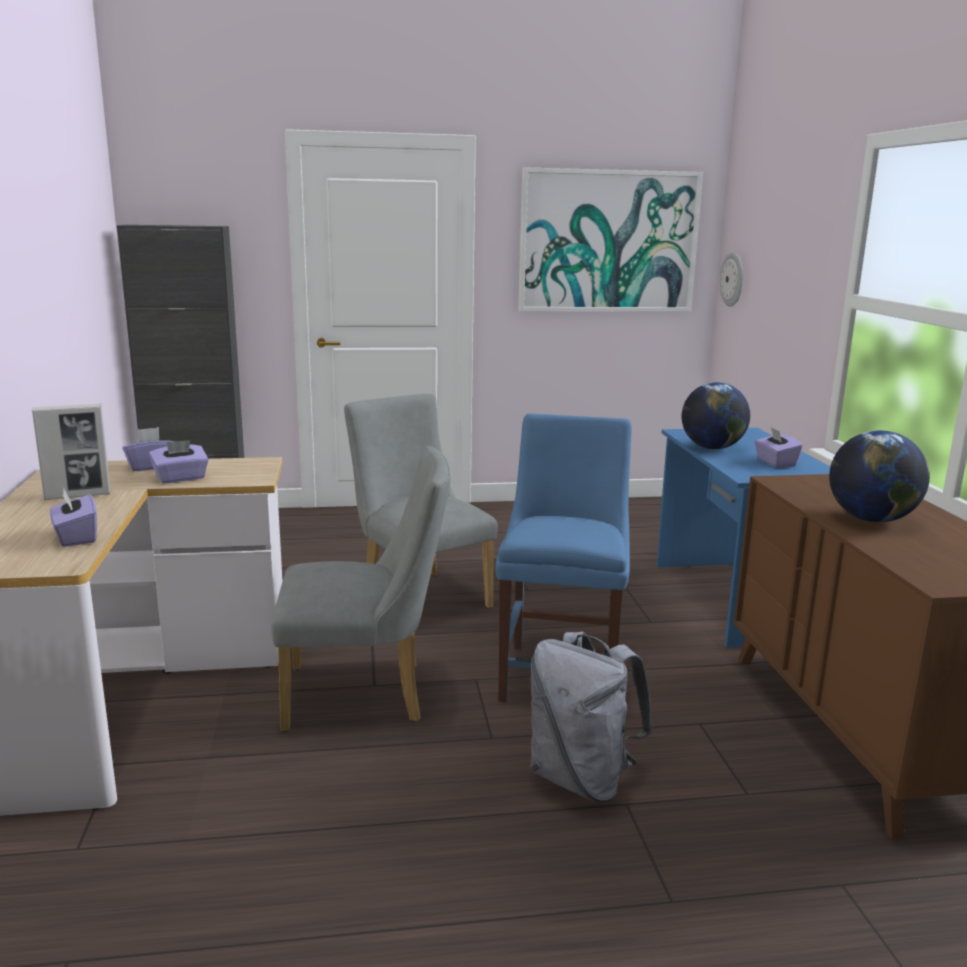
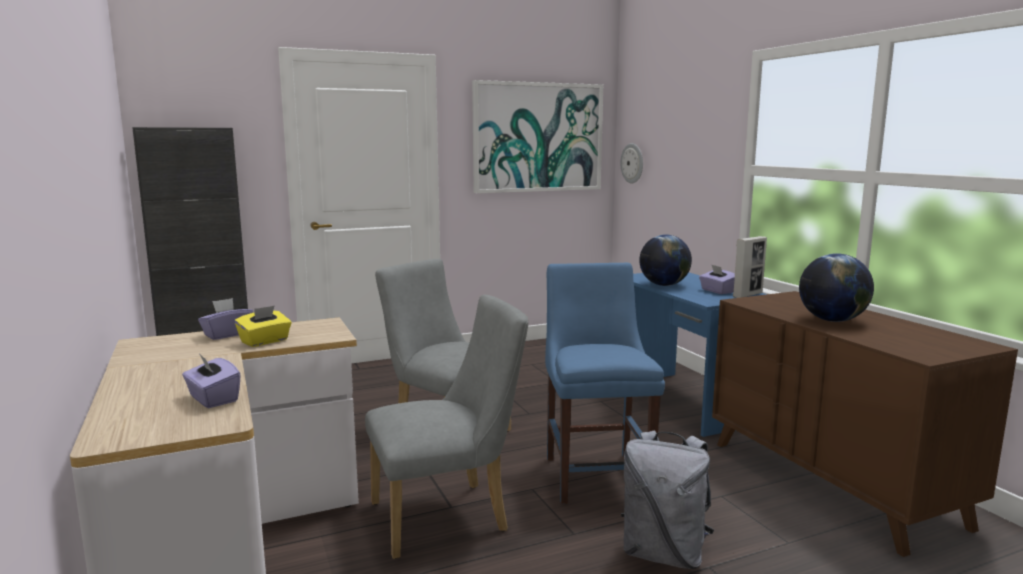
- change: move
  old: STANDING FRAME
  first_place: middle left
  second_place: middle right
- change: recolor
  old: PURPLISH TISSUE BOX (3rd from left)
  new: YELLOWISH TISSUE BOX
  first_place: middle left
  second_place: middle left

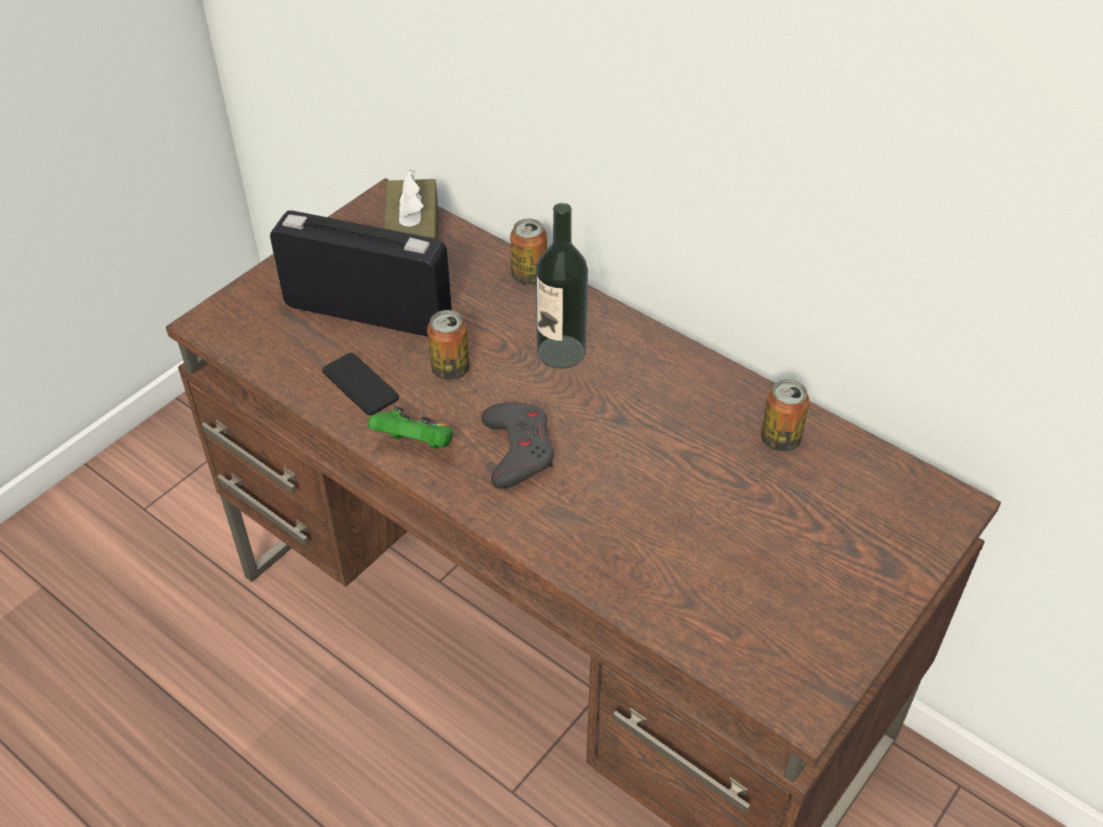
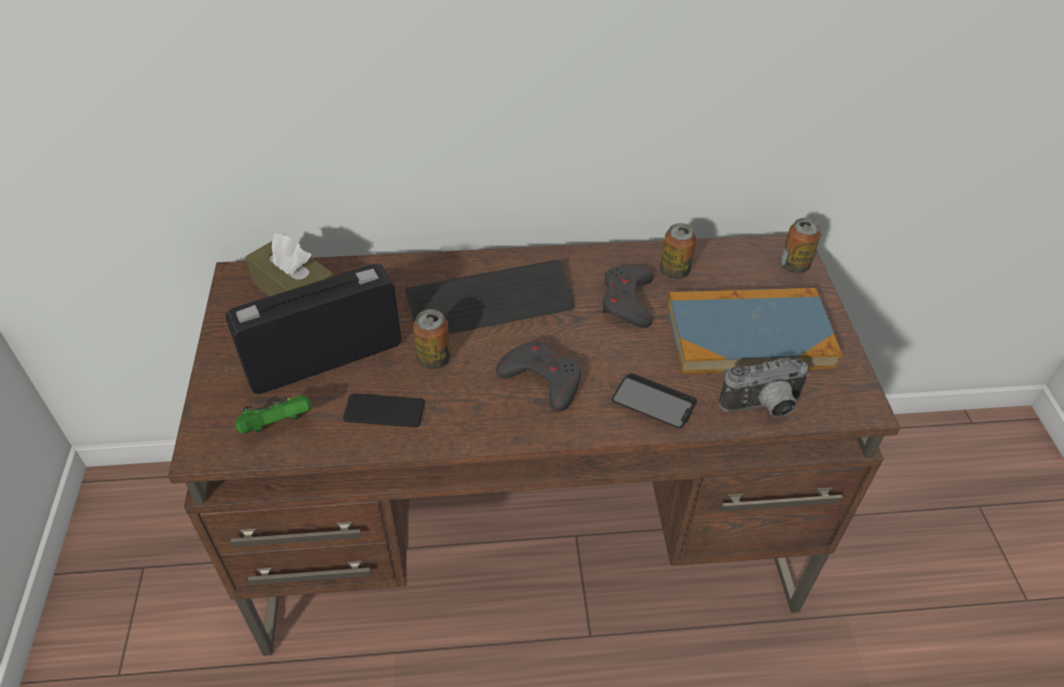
- change: replace
  old: BEVERAGE BOTTLE
  new: KEYBOARD
  first_place: centre
  second_place: centre
- change: move
  old: SEALED CAN (2nd from left in the first image)
  new: SEALED CAN (3rd from left)
  first_place: top centre
  second_place: middle right
- change: move
  old: GREEN GAME CONTROLLER
  first_place: centre
  second_place: middle left
- change: insert
  new: GREYISH GAME CONTROLLER (2nd from left)
  second_place: centre
- change: insert
  new: BOOK
  second_place: middle right
- change: insert
  new: STILL CAMERA
  second_place: middle right
- change: insert
  new: TELEPHONE (2nd from left)
  second_place: centre

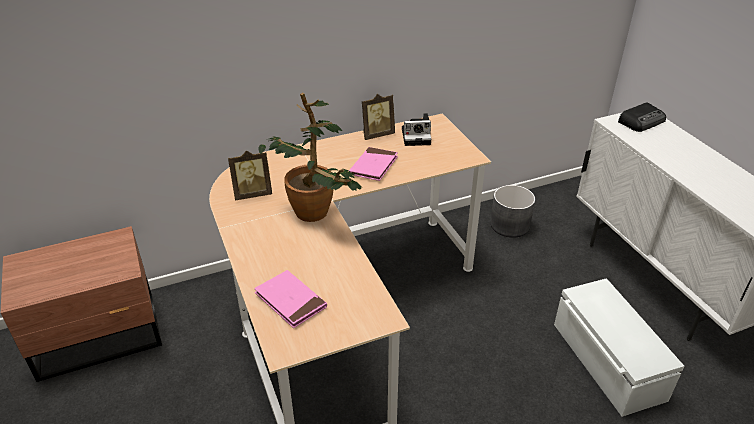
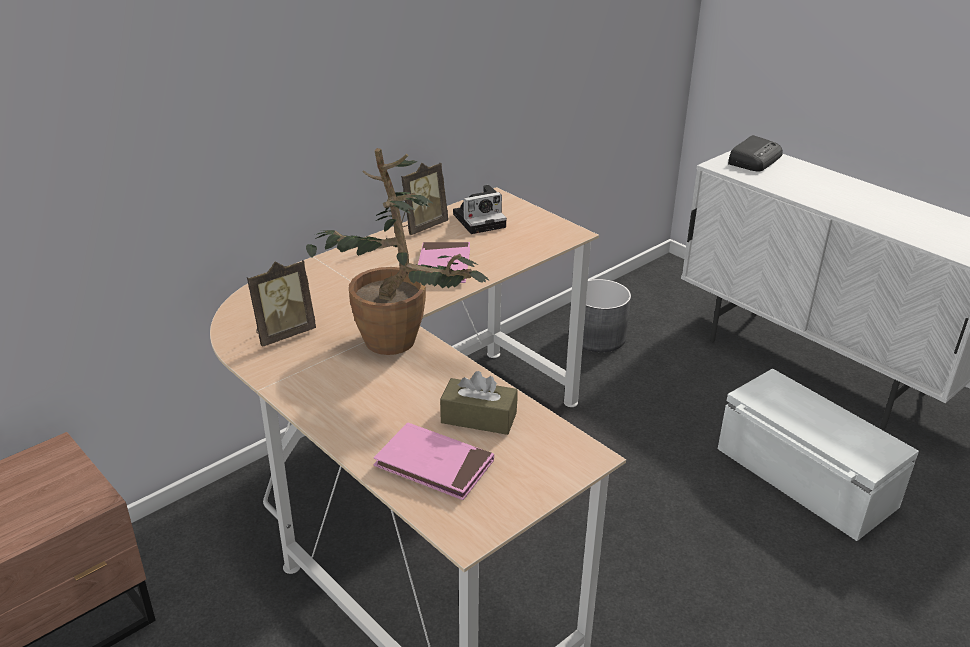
- change: insert
  new: BROWN TISSUE BOX
  second_place: centre

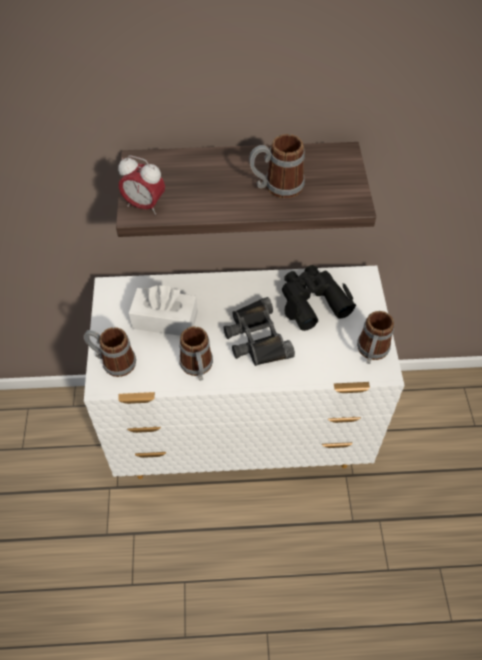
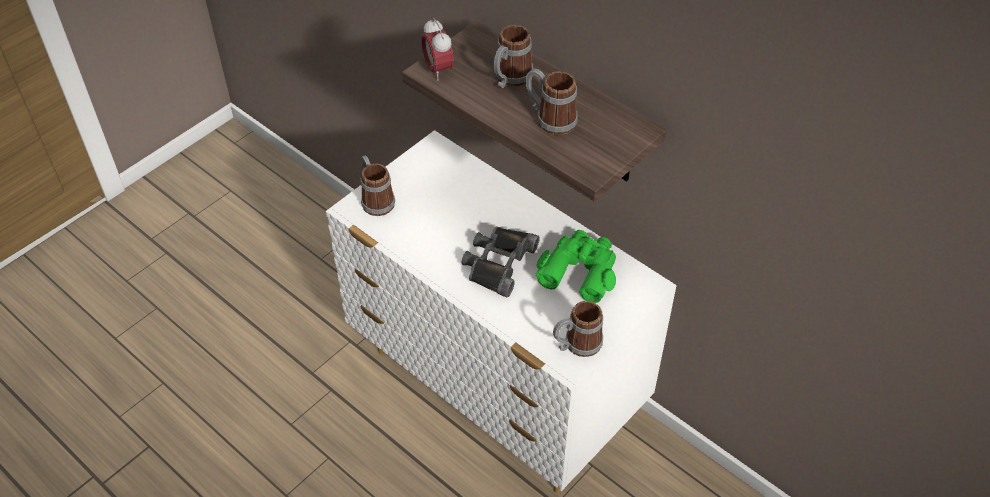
- change: recolor
  old: BLACK-COLOURED BINOCULARS (2nd from left)
  new: GREEN BINOCULARS
  first_place: centre
  second_place: centre
- change: delete
  old: WHITE-COLOURED TISSUE BOX
  first_place: centre
- change: move
  old: MUG (2nd from left)
  first_place: centre
  second_place: top centre

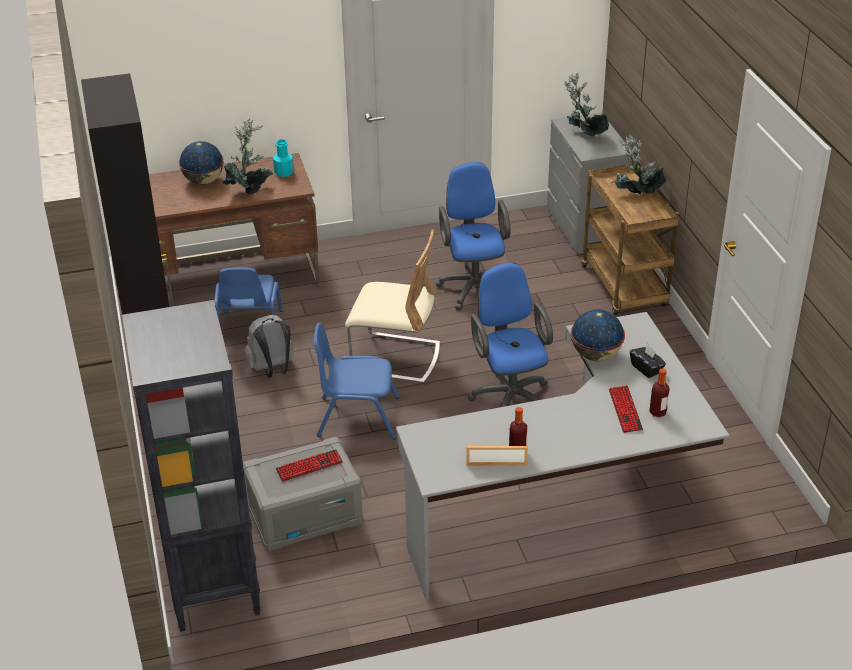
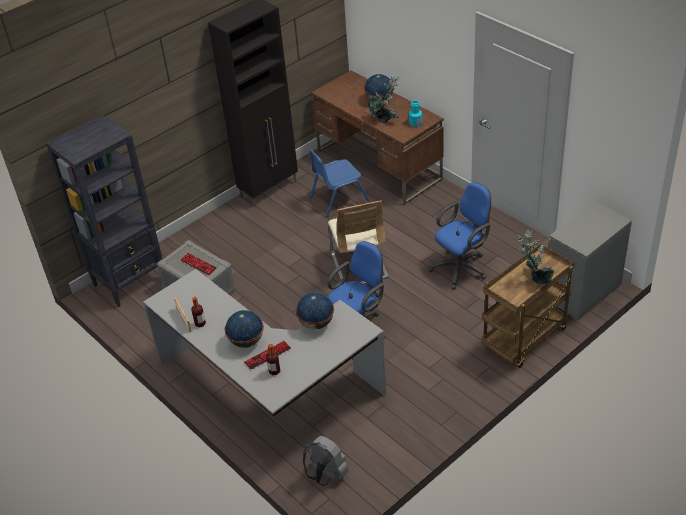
- change: delete
  old: HOUSEPLANT (2nd from left)
  first_place: top right
- change: move
  old: GREYISH RUCKSACK
  first_place: middle left
  second_place: bottom centre
- change: delete
  old: BLUE CHAIR (2nd from left)
  first_place: centre
- change: delete
  old: BLACK-COLOURED TISSUE BOX
  first_place: middle right
- change: insert
  new: GLOBE (1st from left)
  second_place: centre

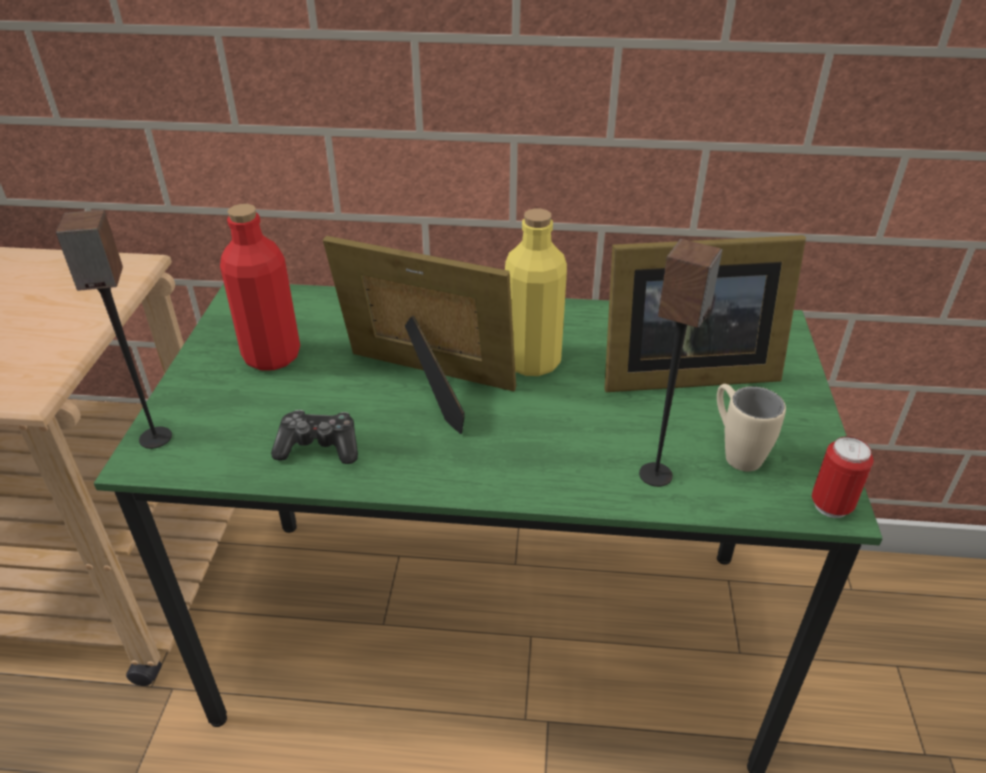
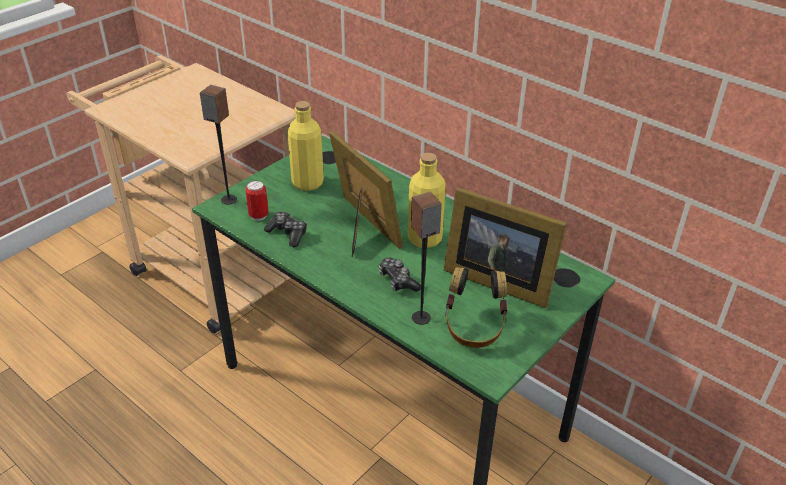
- change: recolor
  old: RED BEVERAGE BOTTLE
  new: YELLOWISH BEVERAGE BOTTLE (1st from left)
  first_place: middle left
  second_place: top centre
- change: replace
  old: BEIGE-COLOURED MUG
  new: PAIR OF HEADPHONES
  first_place: middle right
  second_place: centre
- change: move
  old: SEALED CAN
  first_place: middle right
  second_place: middle left
- change: insert
  new: GAME CONTROLLER (2nd from left)
  second_place: centre

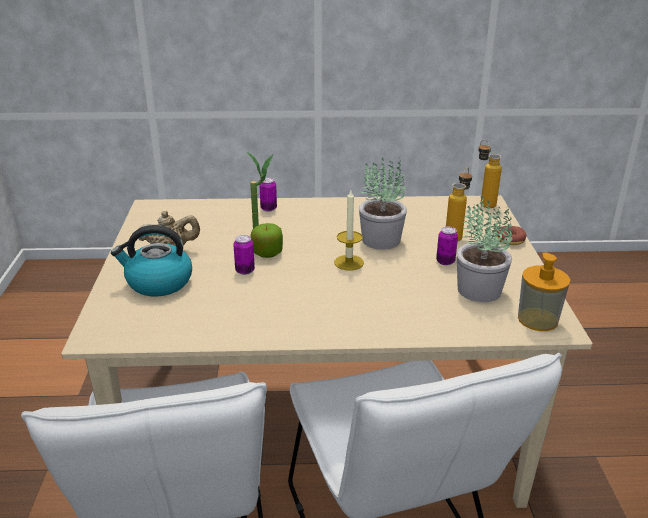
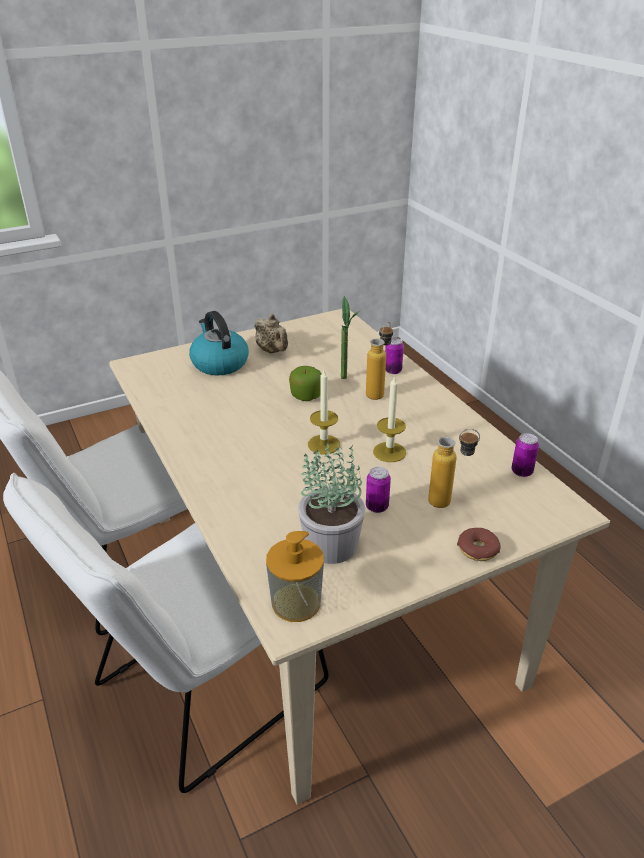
- change: move
  old: BEVERAGE BOTTLE (2nd from left in the first image)
  new: BEVERAGE BOTTLE (1st from left)
  first_place: middle right
  second_place: centre
- change: replace
  old: HOUSEPLANT (2nd from left)
  new: CANDLE (2nd from left)
  first_place: centre
  second_place: centre
- change: move
  old: SEALED CAN (1st from left in the first image)
  new: SEALED CAN (3rd from left)
  first_place: centre
  second_place: middle right

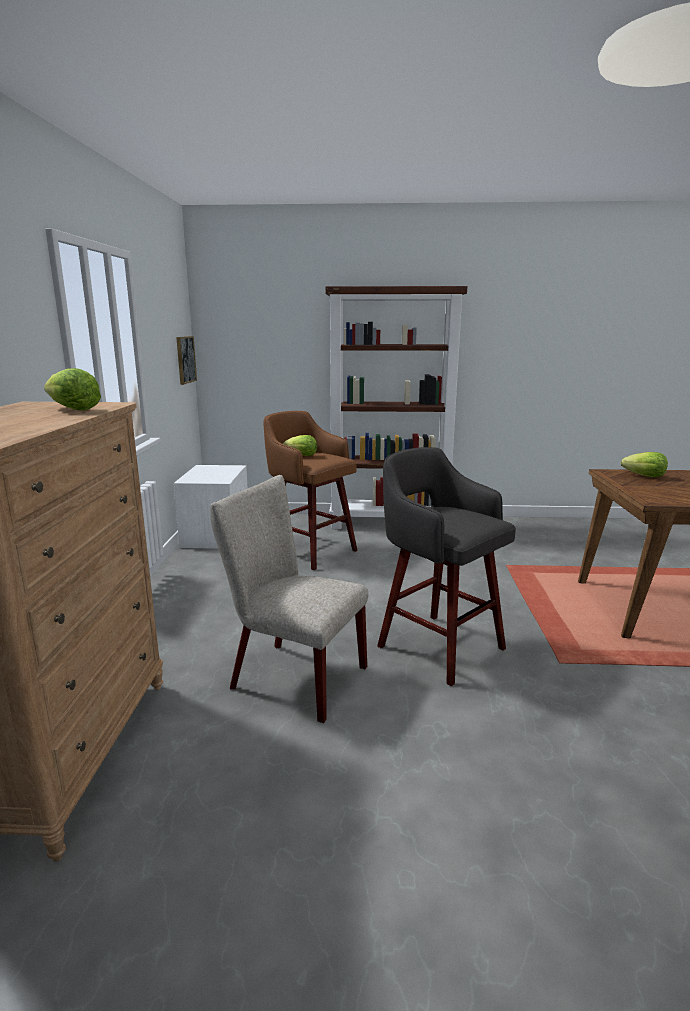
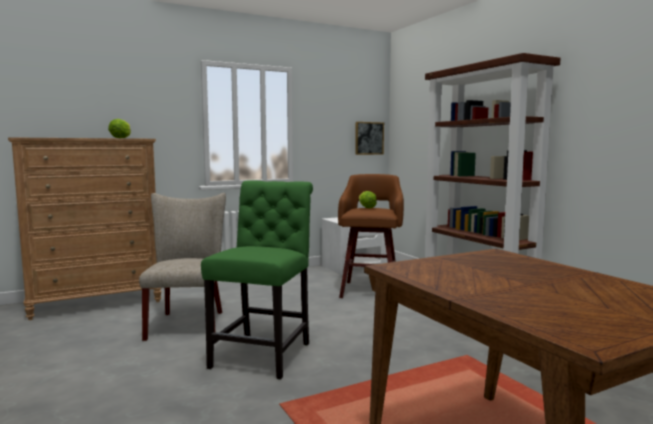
- change: replace
  old: GREYISH STOOL SEAT
  new: GREEN CHAIR
  first_place: centre
  second_place: centre
- change: delete
  old: LETTUCE HEAD (3rd from left)
  first_place: middle right

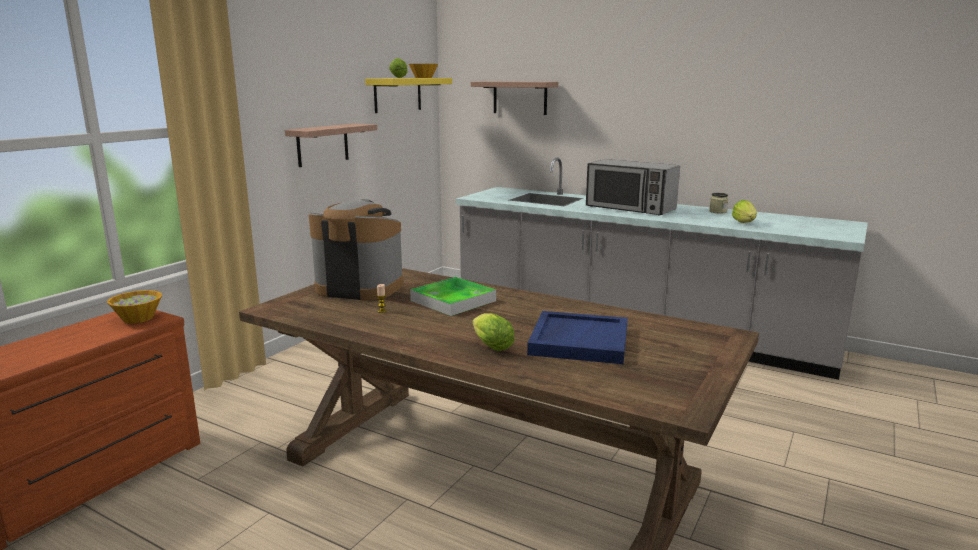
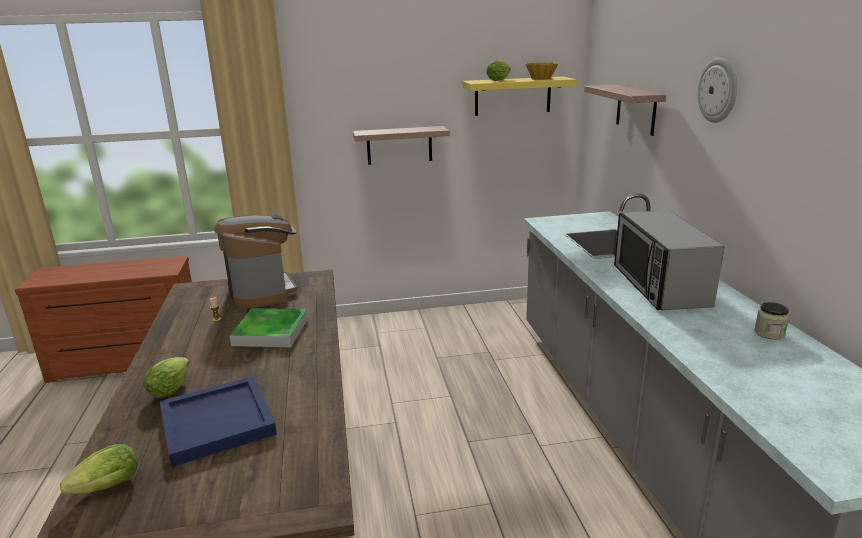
- change: move
  old: LETTUCE HEAD (3rd from left in the first image)
  new: LETTUCE HEAD (1st from left)
  first_place: middle right
  second_place: bottom left
- change: delete
  old: DEEP DISH (1st from left)
  first_place: middle left
- change: insert
  new: WALL CLOCK
  second_place: top right

